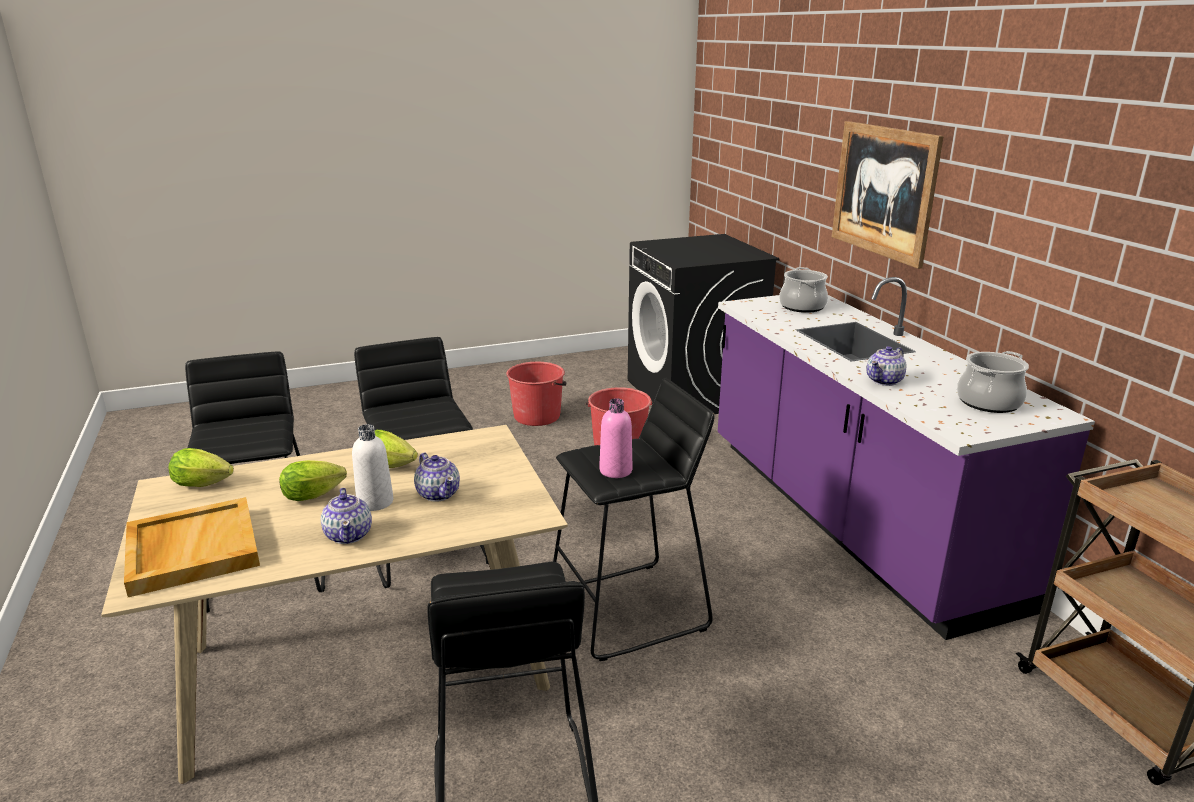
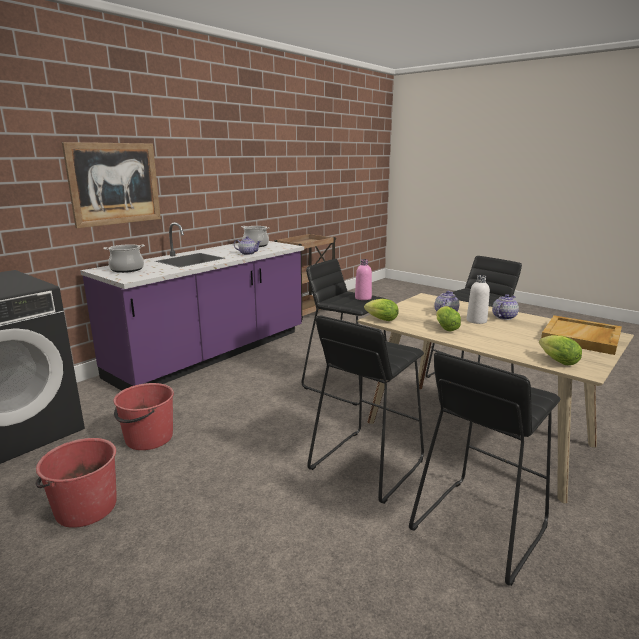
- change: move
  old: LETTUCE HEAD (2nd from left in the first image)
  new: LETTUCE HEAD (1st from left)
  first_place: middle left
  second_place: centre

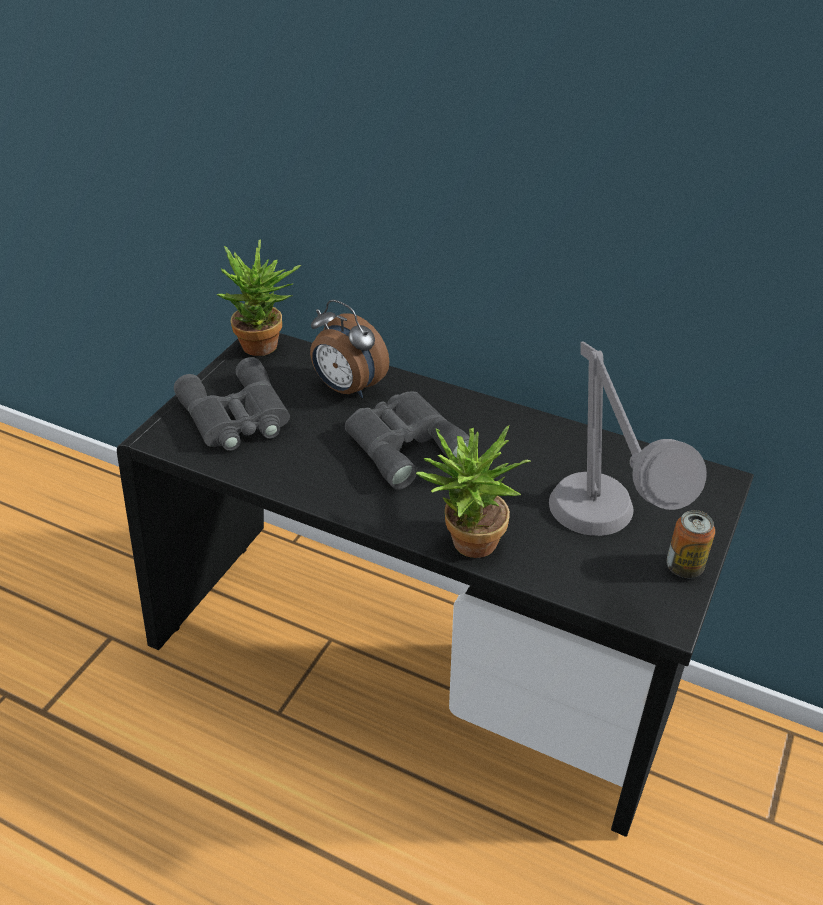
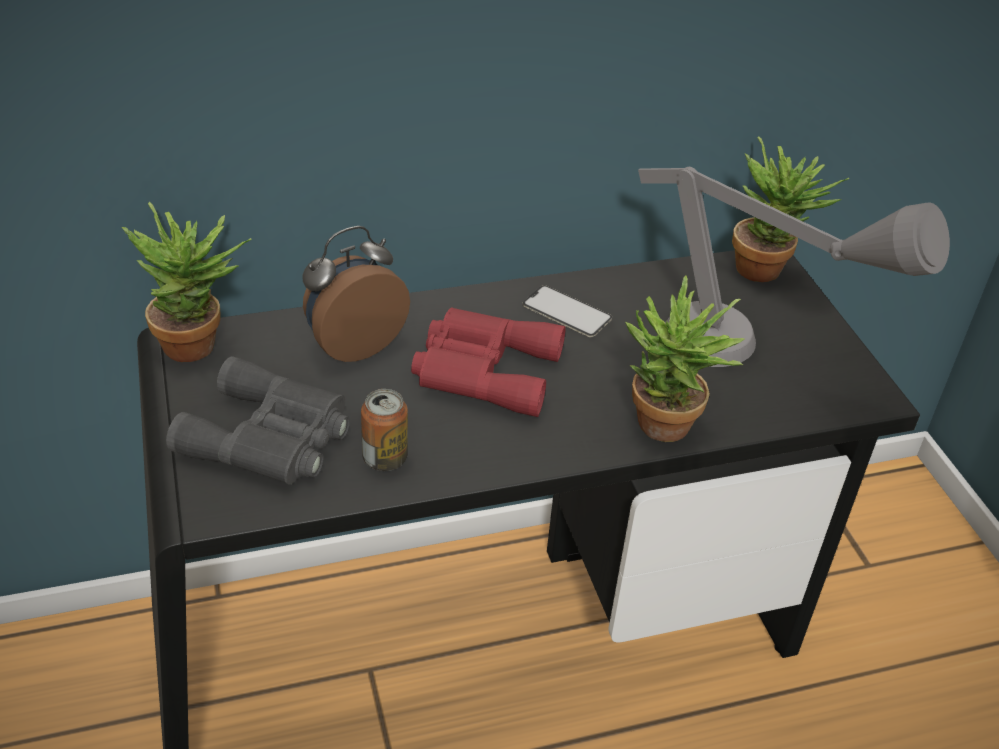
- change: rotate
  old: TABLE CLOCK
  first_place: centre
  second_place: centre
  degrees: 150
- change: recolor
  old: GREYISH BINOCULARS (2nd from left)
  new: RED BINOCULARS
  first_place: centre
  second_place: centre
- change: move
  old: SEALED CAN
  first_place: middle right
  second_place: centre
- change: insert
  new: HOUSEPLANT (3rd from left)
  second_place: top right
- change: insert
  new: TELEPHONE
  second_place: centre

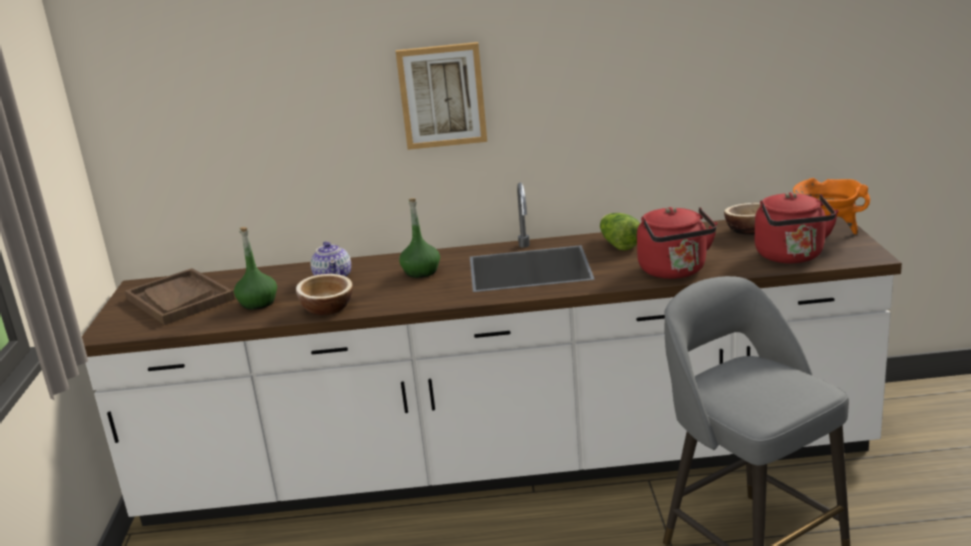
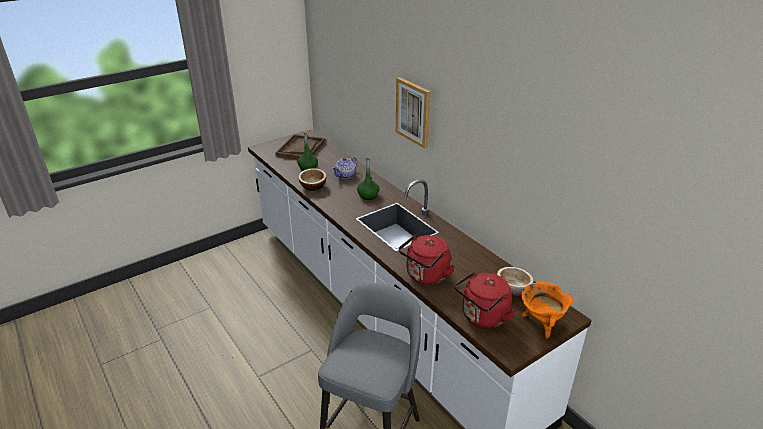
- change: delete
  old: LETTUCE HEAD
  first_place: centre

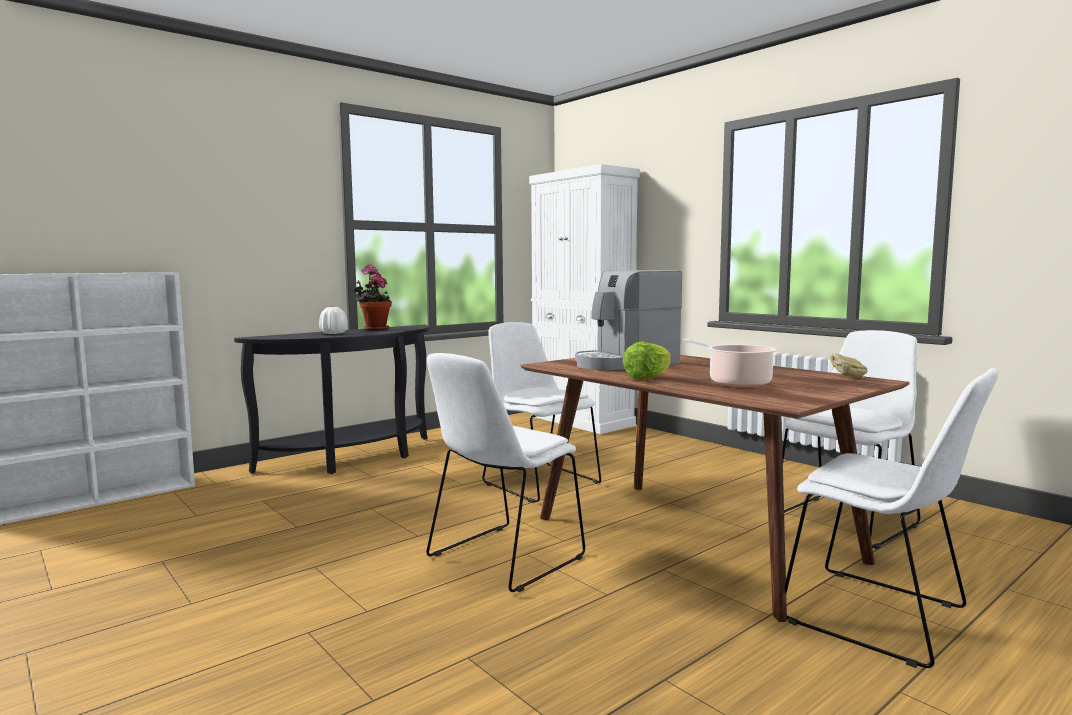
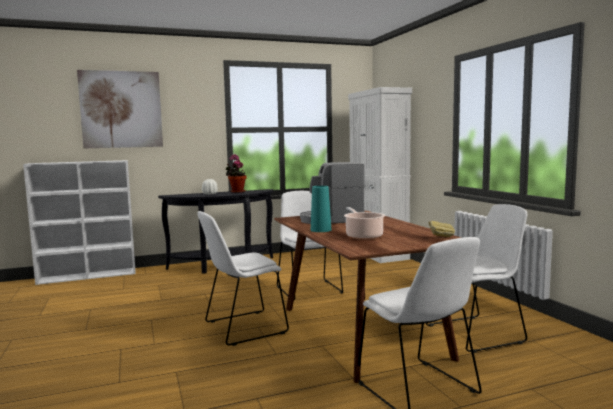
- change: replace
  old: LETTUCE HEAD
  new: TURQUOISE-COLOURED VASE
  first_place: centre
  second_place: centre
- change: insert
  new: WALL ART
  second_place: top left

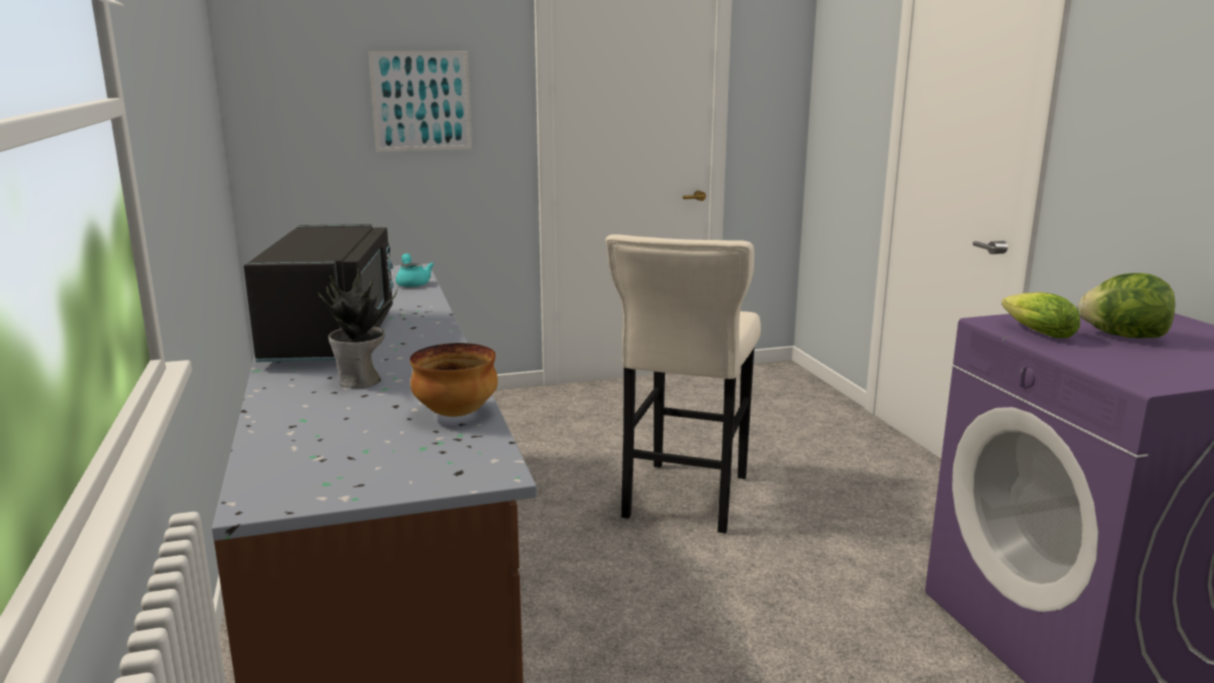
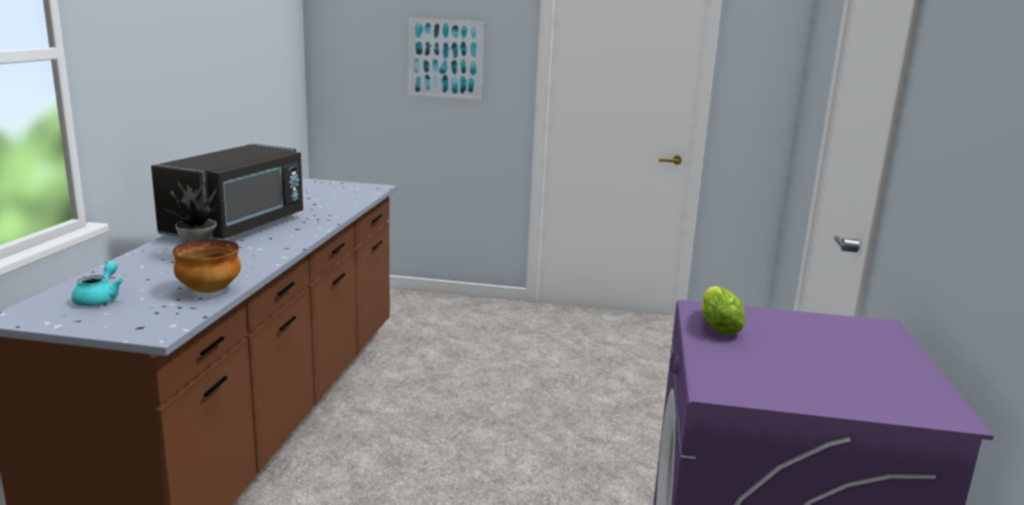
- change: delete
  old: BEIGE-COLOURED STOOL SEAT
  first_place: centre
- change: move
  old: TURQUOISE-COLOURED TEAPOT
  first_place: centre
  second_place: middle left
- change: delete
  old: LETTUCE HEAD (2nd from left)
  first_place: middle right

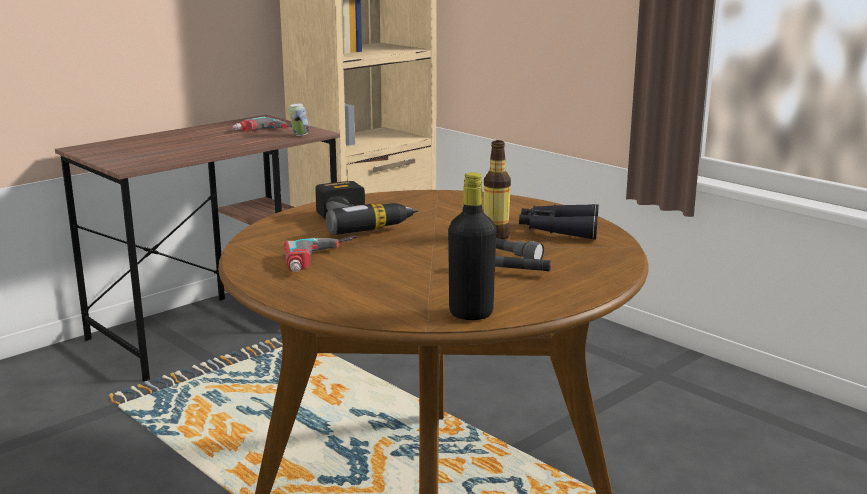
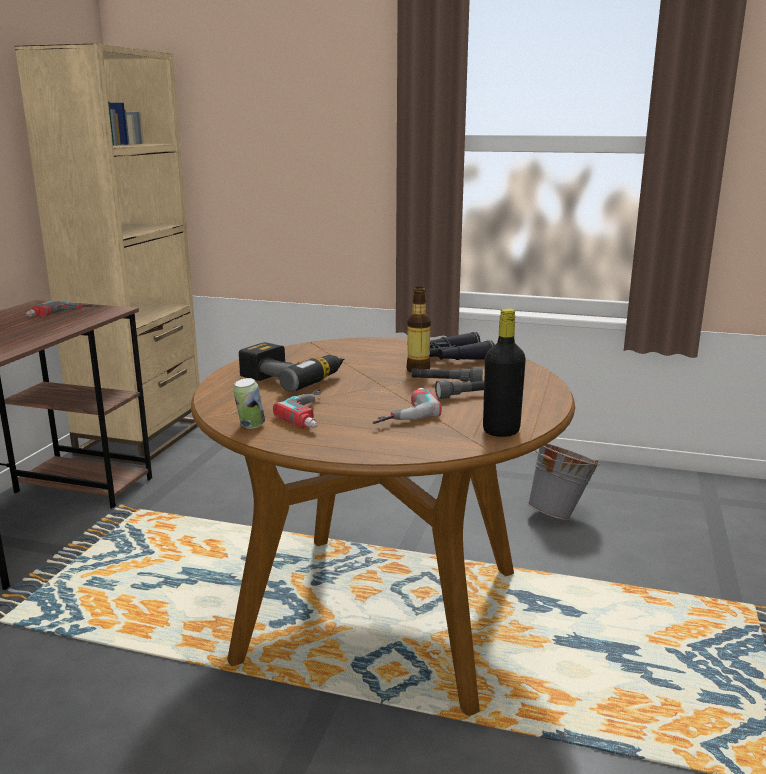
- change: move
  old: SEALED CAN
  first_place: top centre
  second_place: middle left
- change: insert
  new: ELECTRIC DRILL (4th from left)
  second_place: centre
- change: insert
  new: GREYISH PAIL
  second_place: middle right

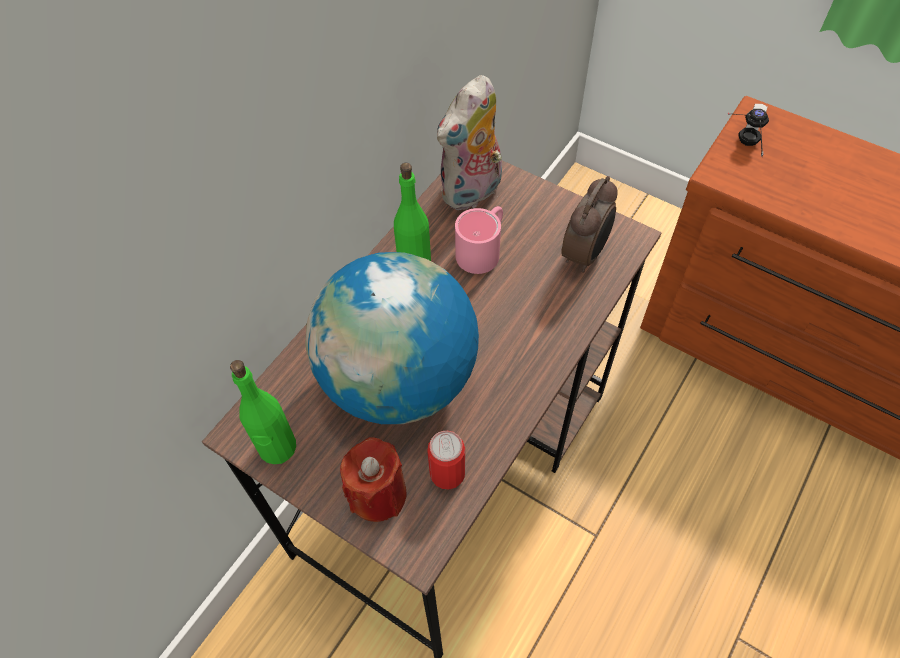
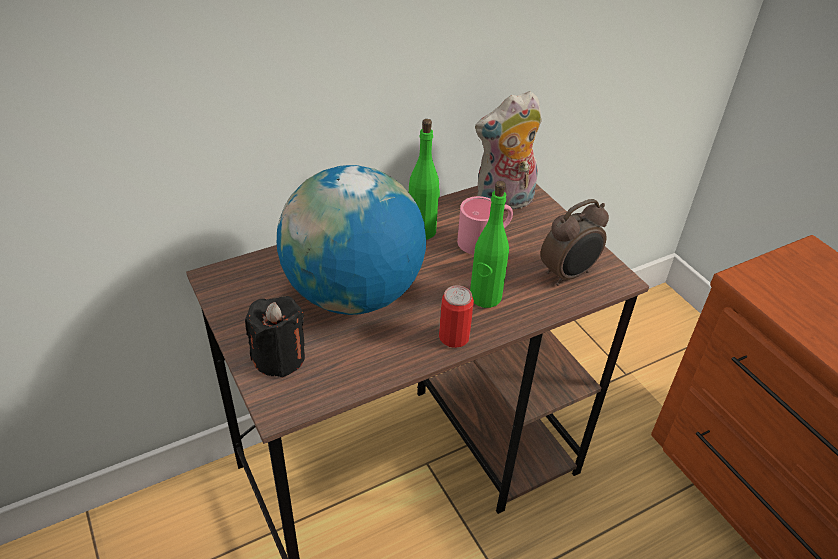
- change: delete
  old: PAIR OF HEADPHONES
  first_place: top right
- change: move
  old: GREEN BEVERAGE BOTTLE (1st from left in the first image)
  new: GREEN BEVERAGE BOTTLE (2nd from left)
  first_place: middle left
  second_place: centre
- change: move
  old: SEALED CAN
  first_place: bottom centre
  second_place: centre
- change: recolor
  old: RED CANDLE
  new: BLACK-COLOURED CANDLE
  first_place: bottom centre
  second_place: middle left

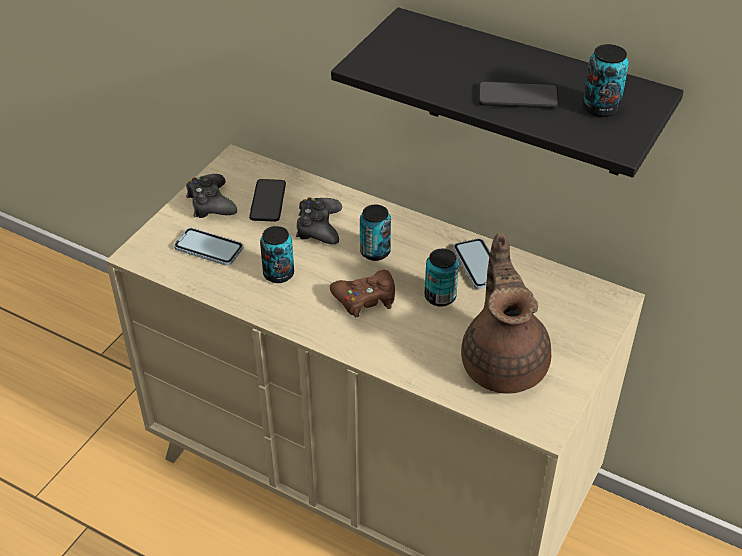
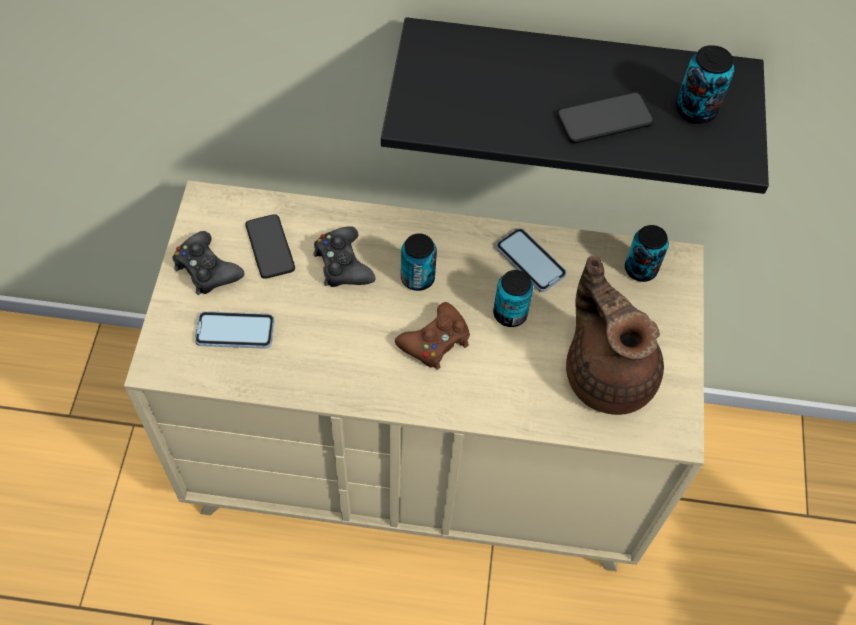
- change: move
  old: SEALED CAN (1st from left in the first image)
  new: SEALED CAN (3rd from left)
  first_place: centre
  second_place: middle right

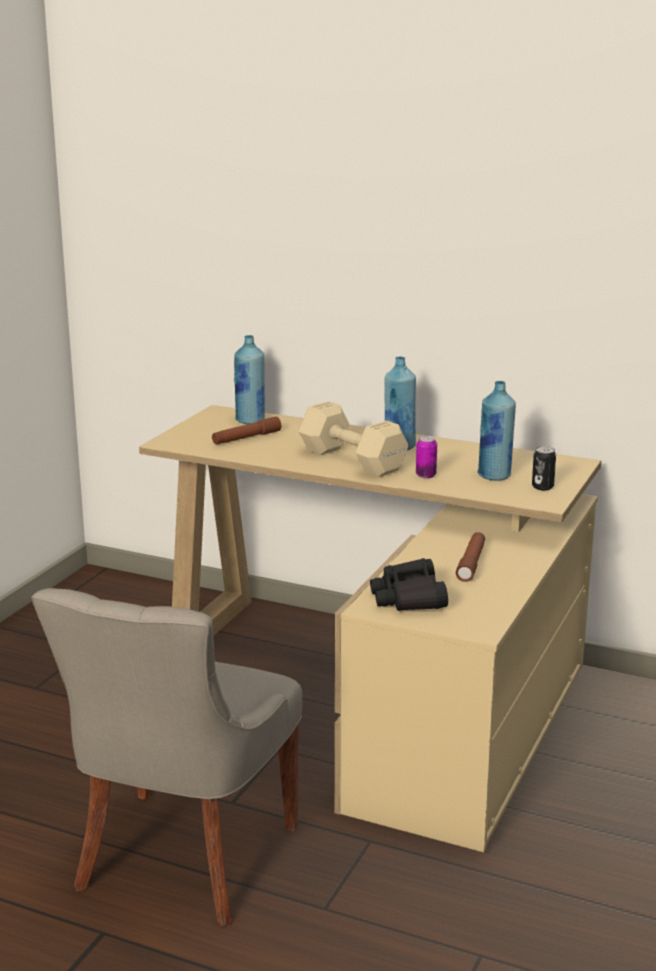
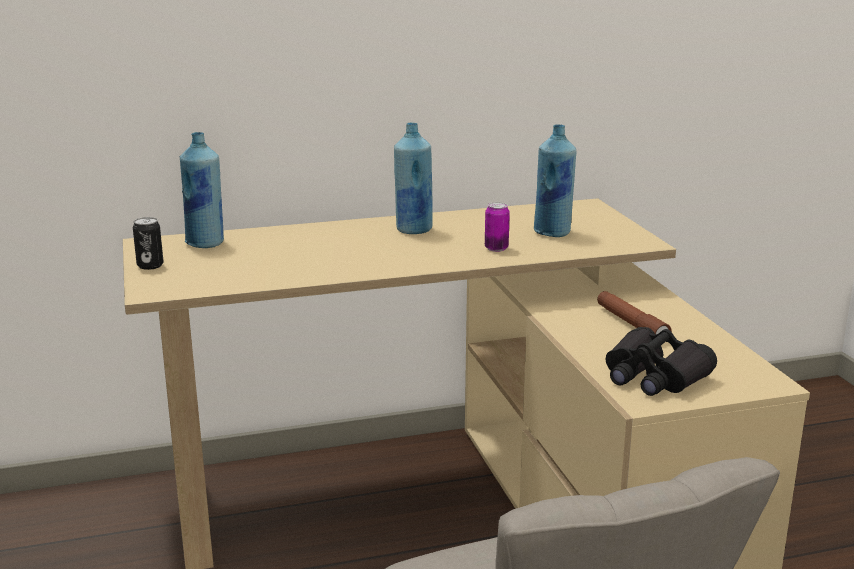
- change: delete
  old: BEIGE-COLOURED HAND WEIGHT
  first_place: centre
- change: delete
  old: BROWN TORCH (1st from left)
  first_place: centre
- change: move
  old: SEALED CAN (2nd from left in the first image)
  new: SEALED CAN (1st from left)
  first_place: middle right
  second_place: middle left

